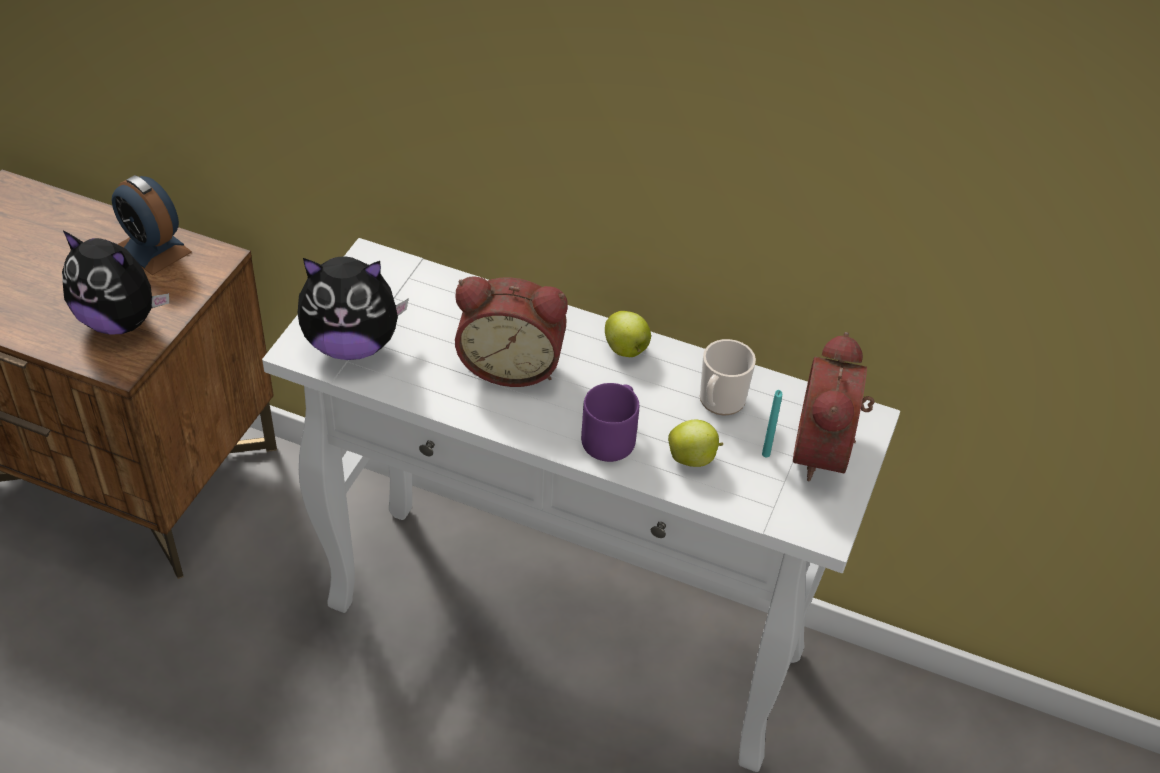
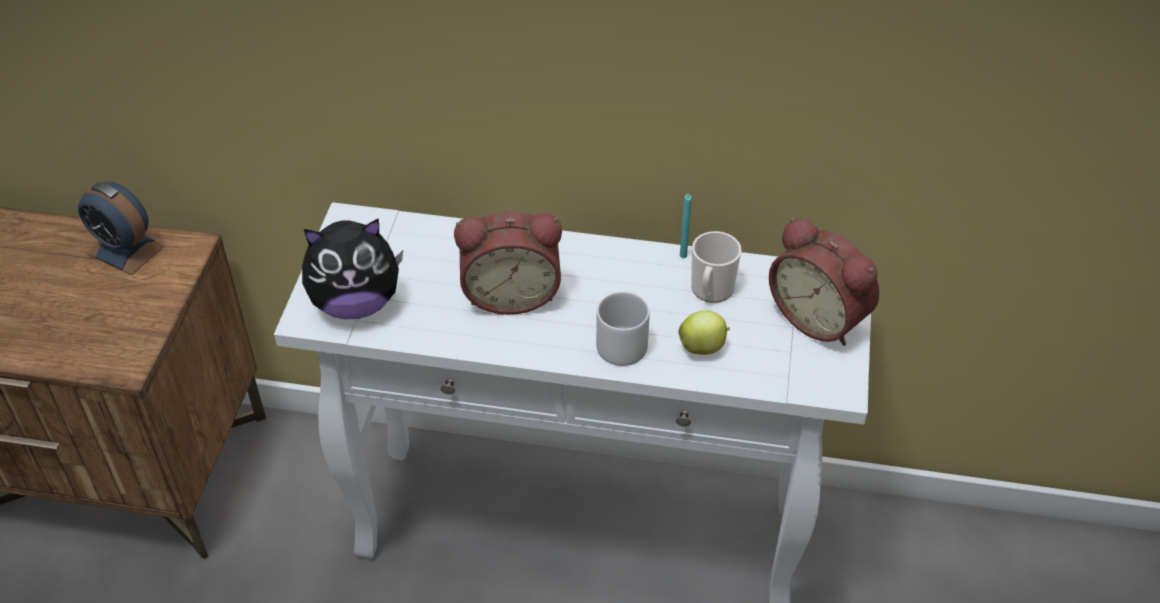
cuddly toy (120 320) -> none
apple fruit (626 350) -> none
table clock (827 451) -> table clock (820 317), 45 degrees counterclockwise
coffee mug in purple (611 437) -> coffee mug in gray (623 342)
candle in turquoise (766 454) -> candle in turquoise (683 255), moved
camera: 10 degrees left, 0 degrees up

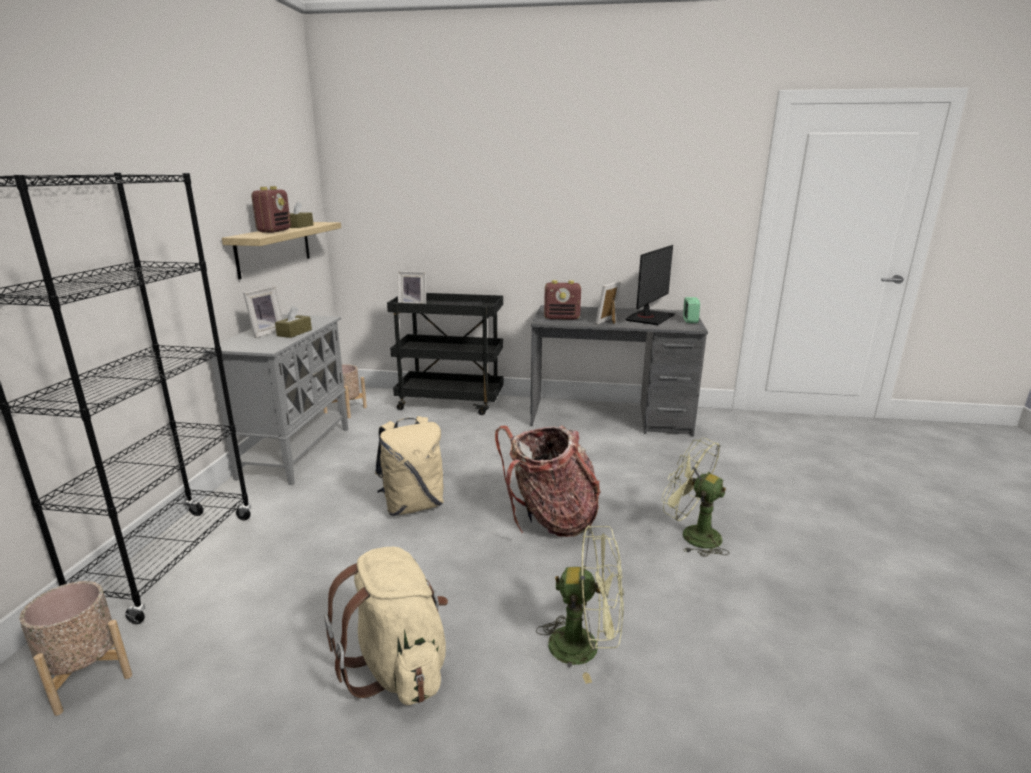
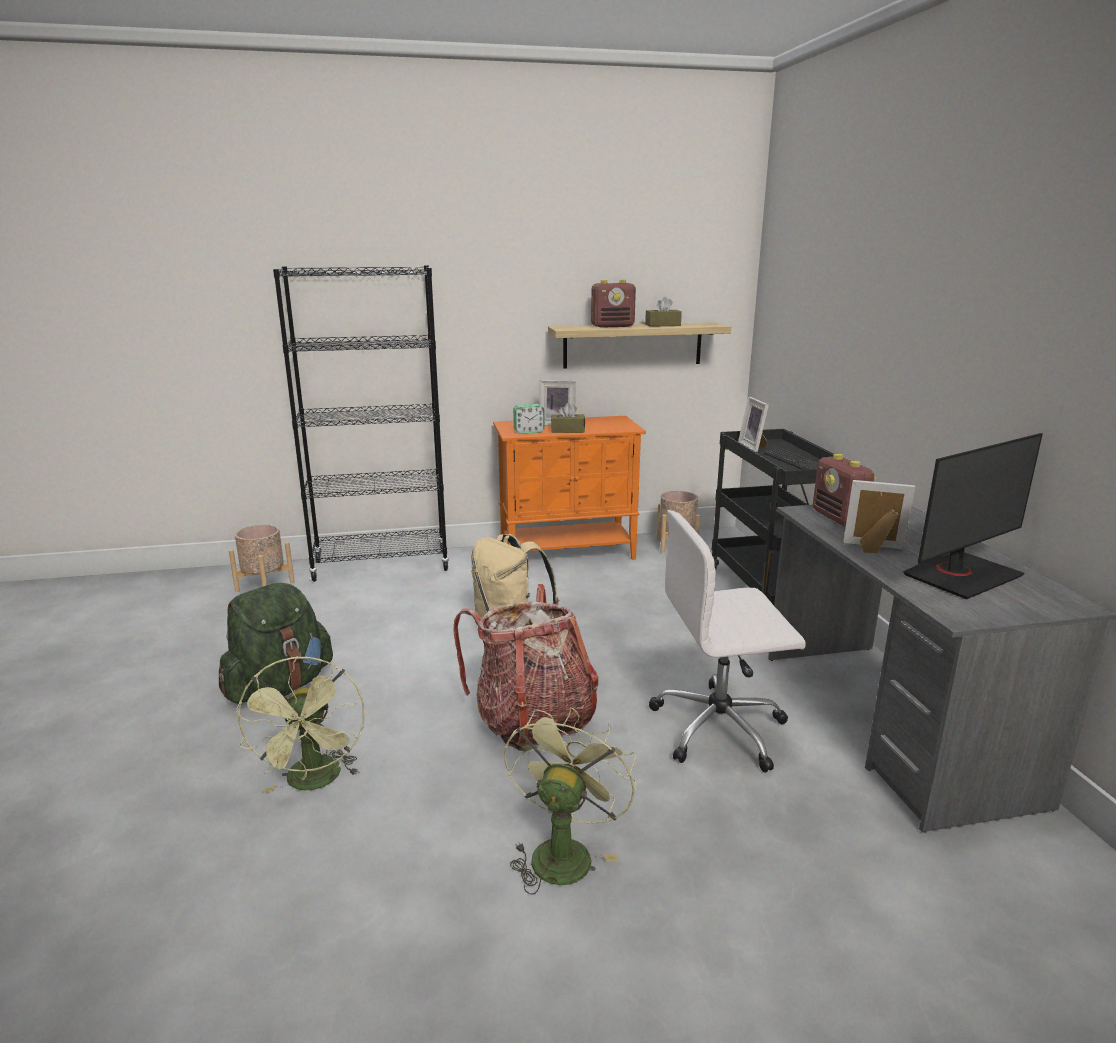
monitor (649 318) -> monitor (961 575), 45 degrees counterclockwise
table clock (690 321) -> table clock (529 431), moved
cabinet in gray (296 451) -> cabinet in orangey (568 552)
knapsack in sand-coloured (398 666) -> knapsack in green-coloured (280 687)
none -> office chair in white (720 728)
camera: 70 degrees right, 0 degrees up

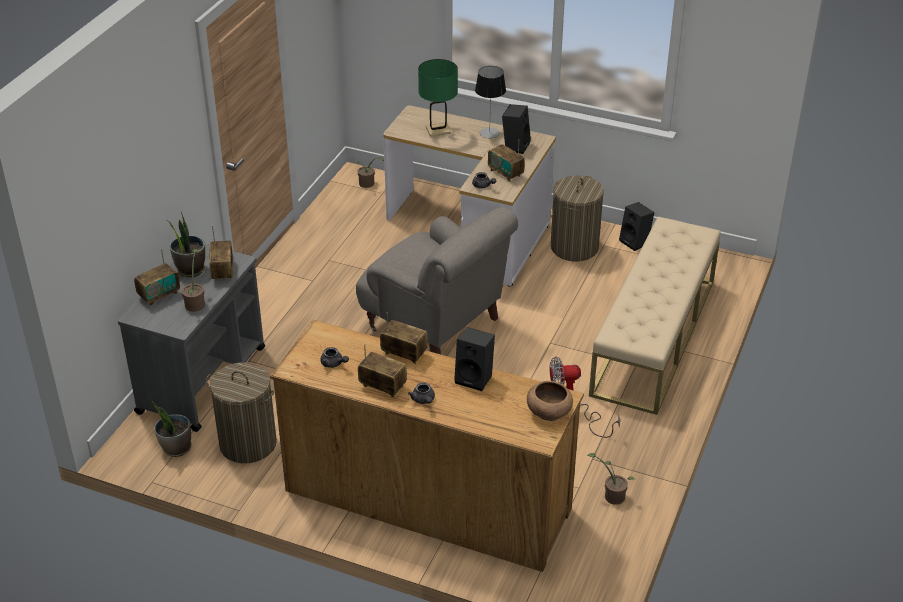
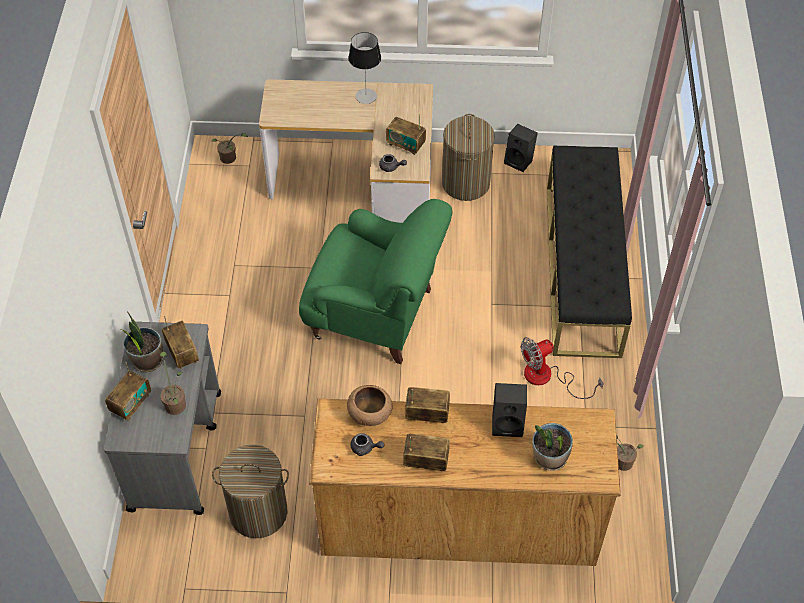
tabletop lamp in green-coloured (438 130) -> none
loudspeaker in black (515 145) -> none
easy chair in gray (436 325) -> easy chair in green-coloured (376 315)
indoor bench in sand-coloured (654 337) -> indoor bench in black (582 269)
deep dish in brown-coloured (549 411) -> deep dish in brown-coloured (370 413), moved
teapot in gray (423 400) -> none
plant in a pot (176 448) -> plant in a pot (549 458), moved
camera: 20 degrees left, 15 degrees up

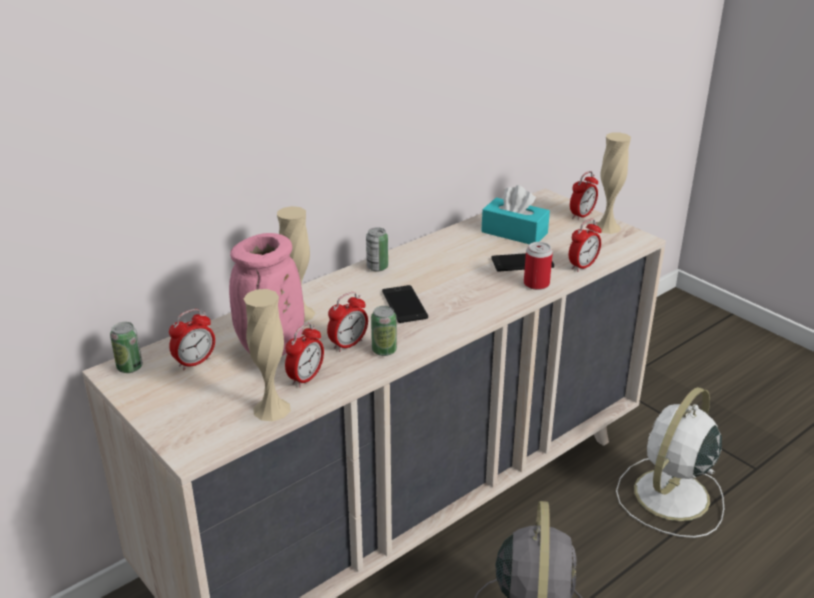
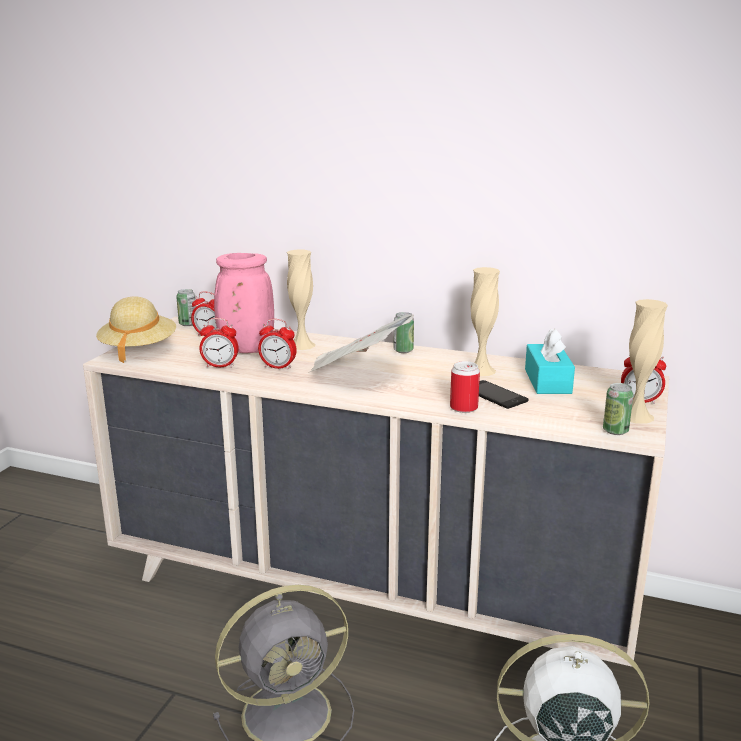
table clock (582 266) -> none
telephone (404 304) -> daily paper (358 370)
vase in sand-coloured (271 409) -> vase in sand-coloured (481 370), moved
metal can (384 350) -> metal can (615 431), moved
none -> wearable hat in sand-coloured (138 349)
camera: 60 degrees right, 10 degrees down

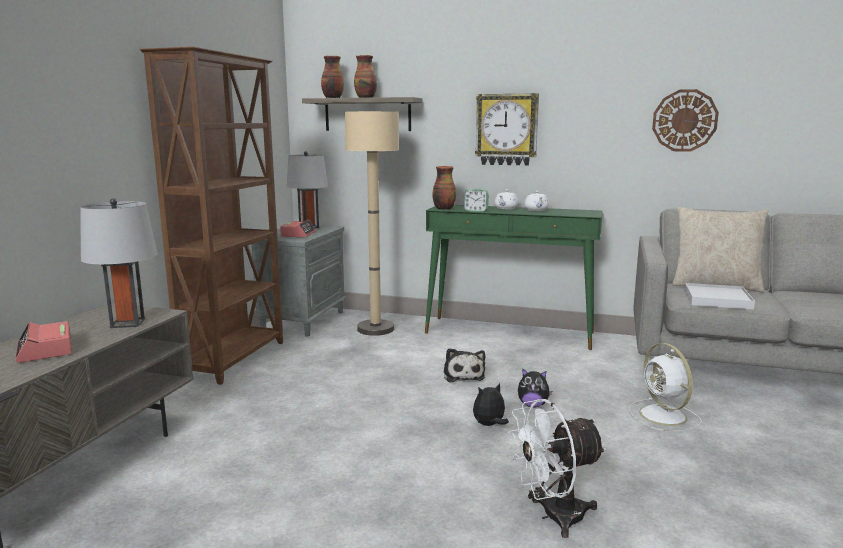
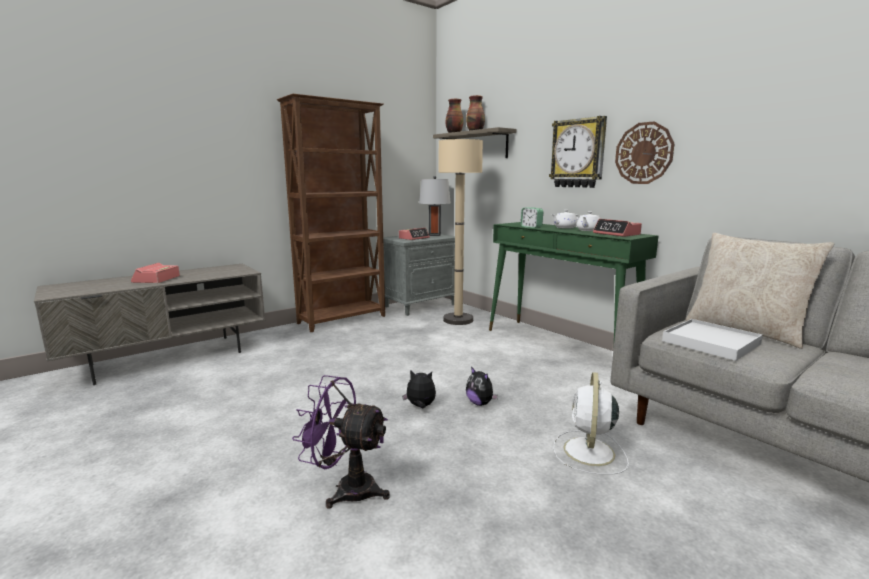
clock on the wall (684 120) -> clock on the wall (644 153), moved
vase (443 208) -> none
tabletop lamp in gray (128 323) -> none
cuddly toy (463 375) -> none
fan in white (553 516) -> fan in purple (346 489)
none -> table clock (616 234)
camera: 35 degrees right, 0 degrees up

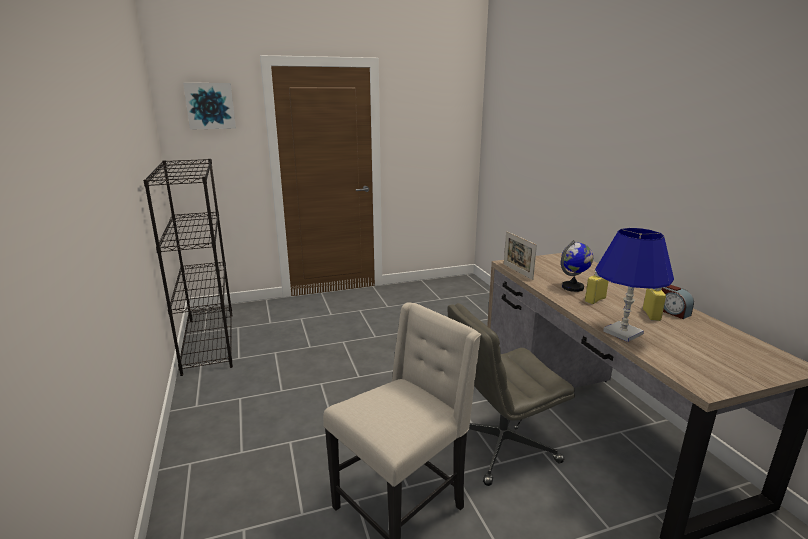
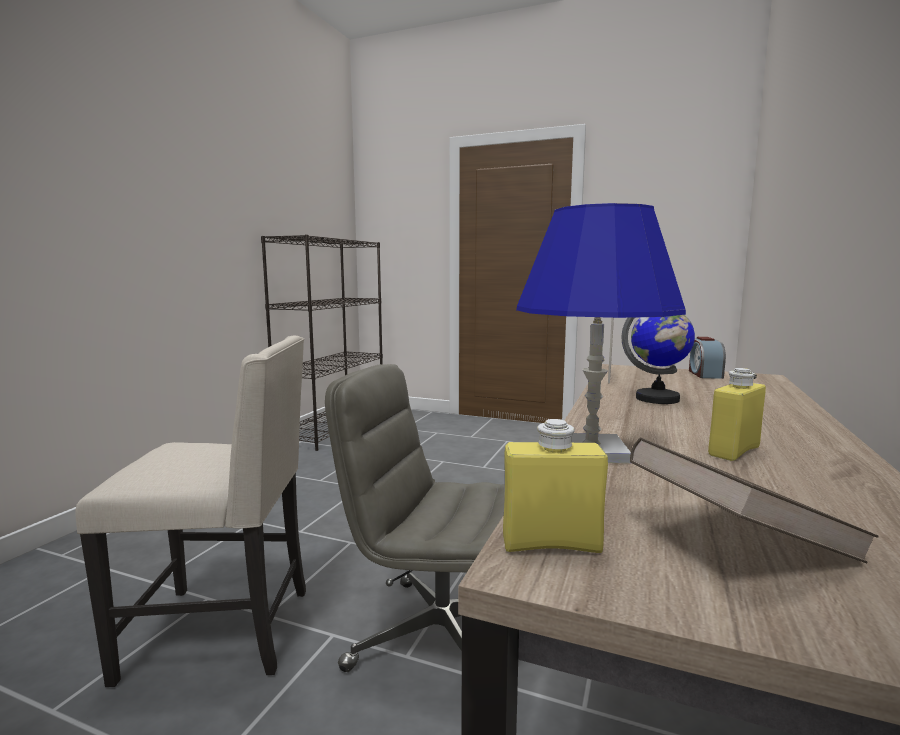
wall picture (210 106) -> none
bottle in yellowish (595 300) -> bottle in yellowish (551 544), moved
table clock (673 312) -> table clock (704 374), moved
none -> volume in brown-coloured (739 541)
camera: 40 degrees right, 10 degrees down

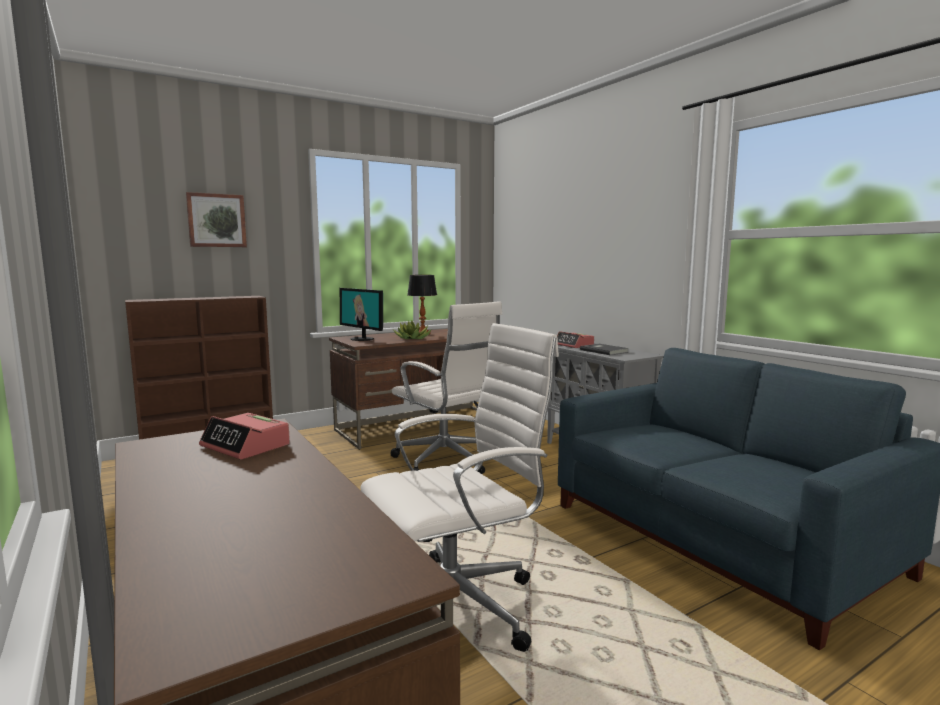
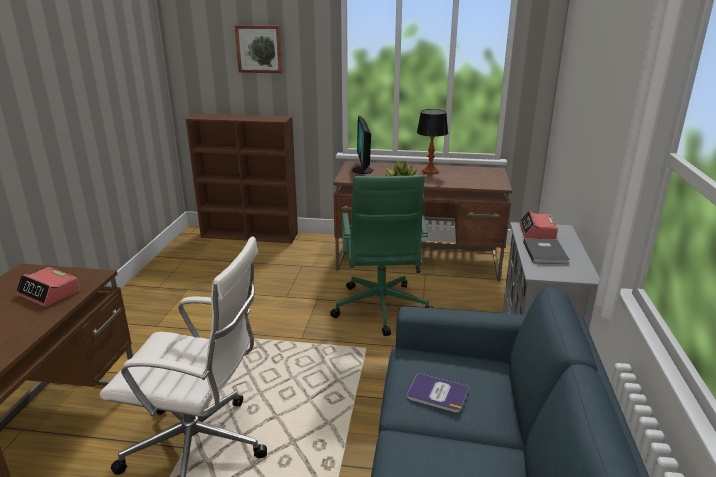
office chair in white (446 461) -> office chair in green-coloured (380 309)
table clock (246 446) -> table clock (49 293), 45 degrees counterclockwise
none -> volume (437 393)
camera: 40 degrees right, 15 degrees up

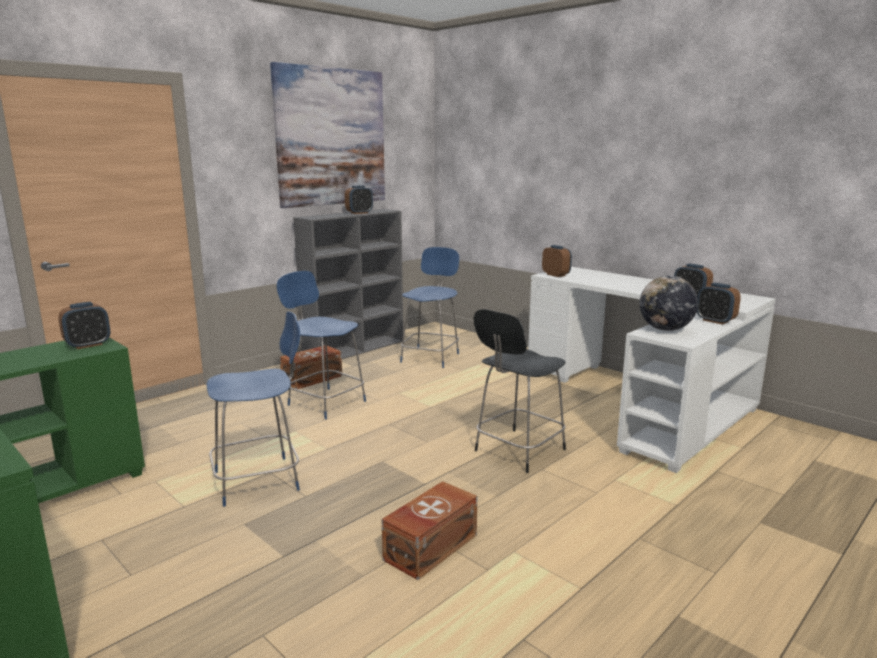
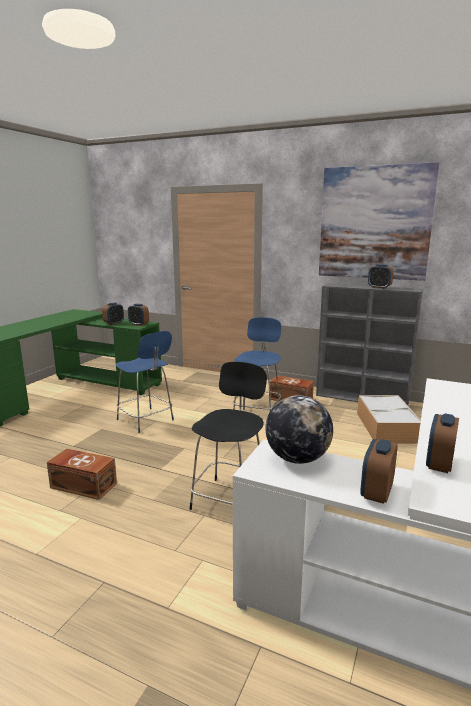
table clock (556 275) -> table clock (114 323), moved
plain chair in bluish (431 357) -> storage bin (387 427)
plain chair in black (517 451) -> plain chair in black (229 499), 90 degrees clockwise
camera: 70 degrees right, 0 degrees up

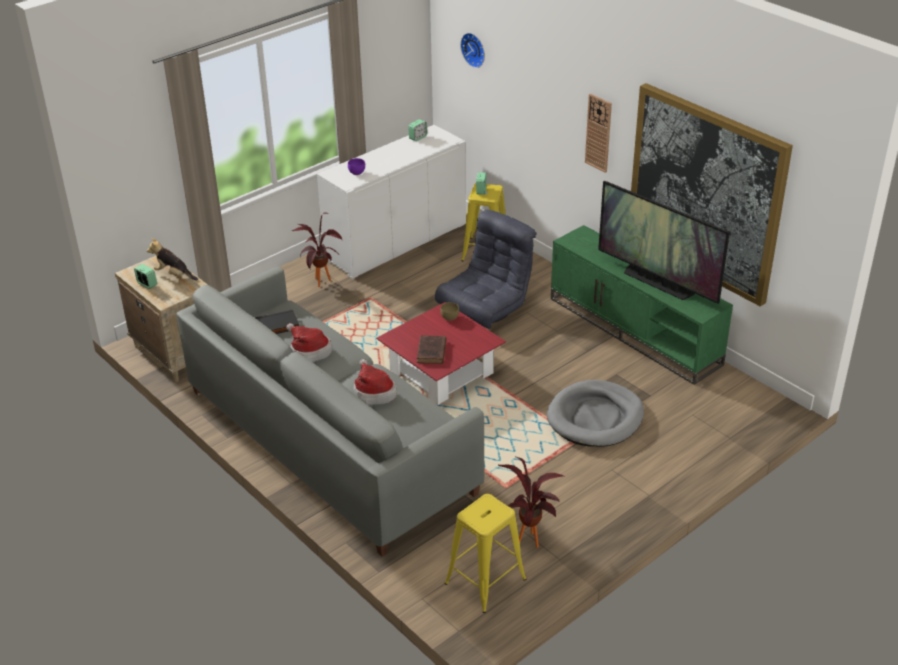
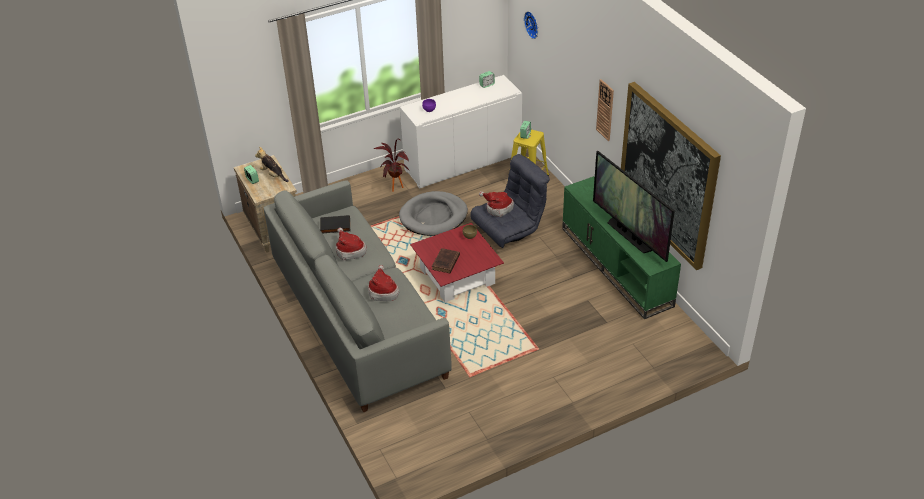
pet bed in gray (595 417) -> pet bed in gray (433 216), moved
plant in a pot (529 536) -> none
sitting stool in yellowish (485 581) -> none
none -> wearable hat (497 208)
camera: 15 degrees right, 5 degrees up

